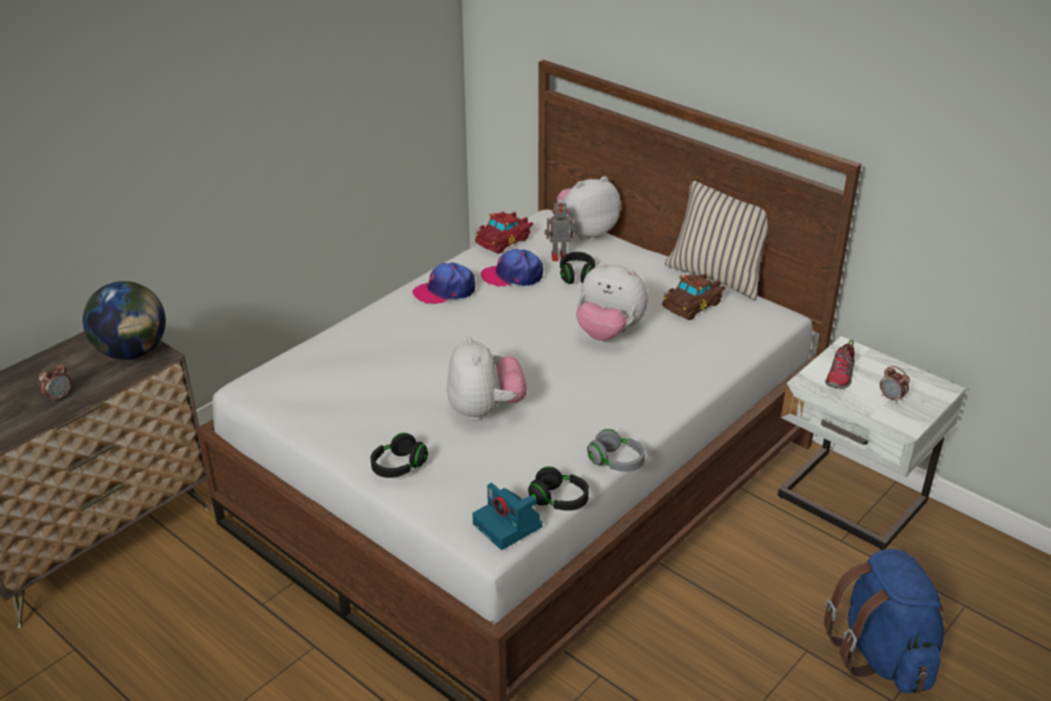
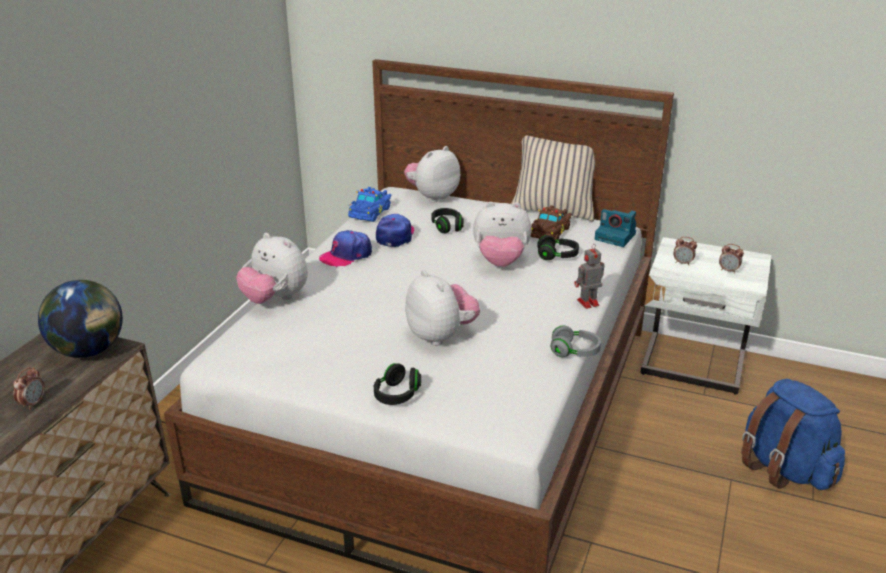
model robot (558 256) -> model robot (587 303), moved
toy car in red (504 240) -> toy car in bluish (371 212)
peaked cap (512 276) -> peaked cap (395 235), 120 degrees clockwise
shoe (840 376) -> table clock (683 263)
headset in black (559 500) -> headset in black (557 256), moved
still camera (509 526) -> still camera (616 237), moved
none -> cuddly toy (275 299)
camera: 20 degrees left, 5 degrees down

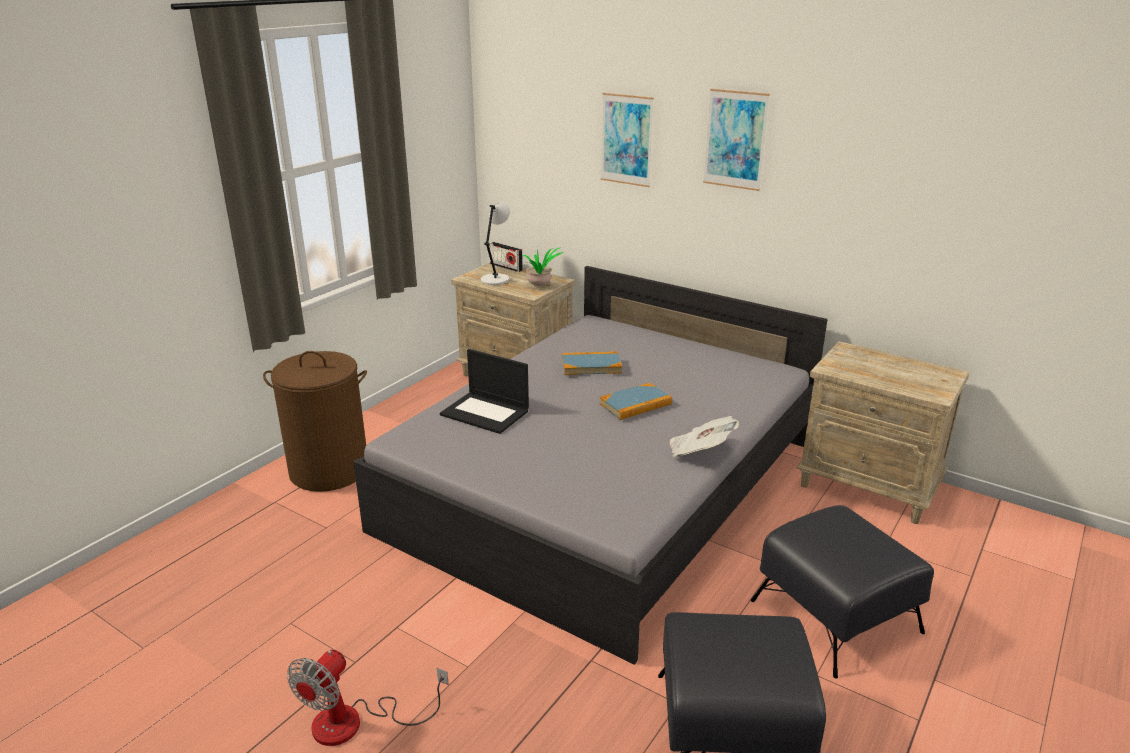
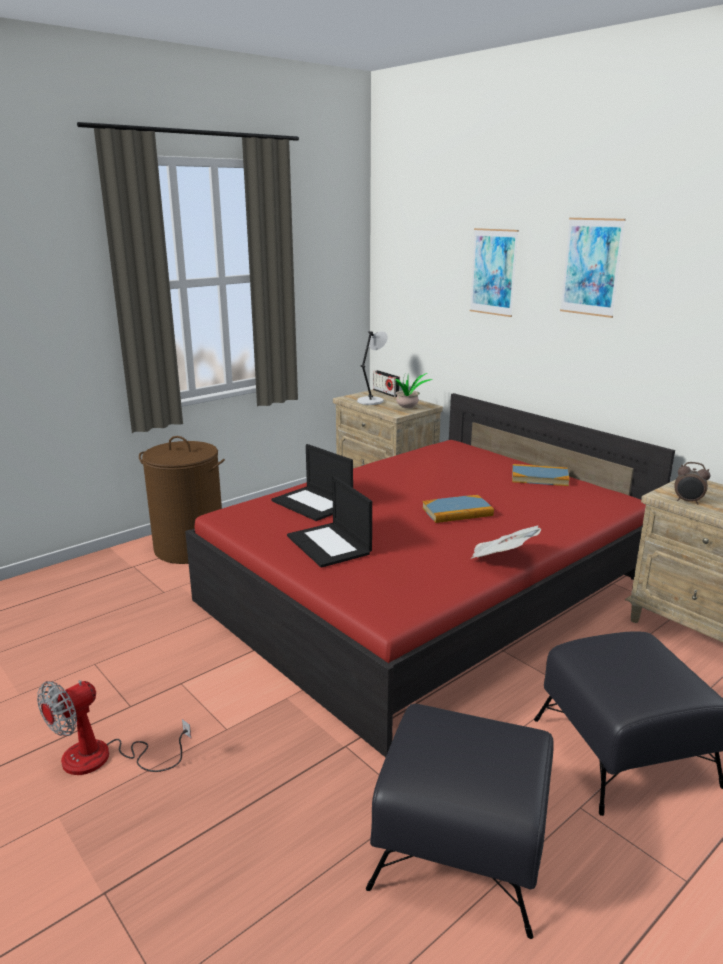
bed in gray (603 485) -> bed in red (426 592)
volume (591 366) -> volume (539 477), moved
none -> table clock (688 501)
none -> laptop (330 545)
camera: 15 degrees right, 5 degrees down

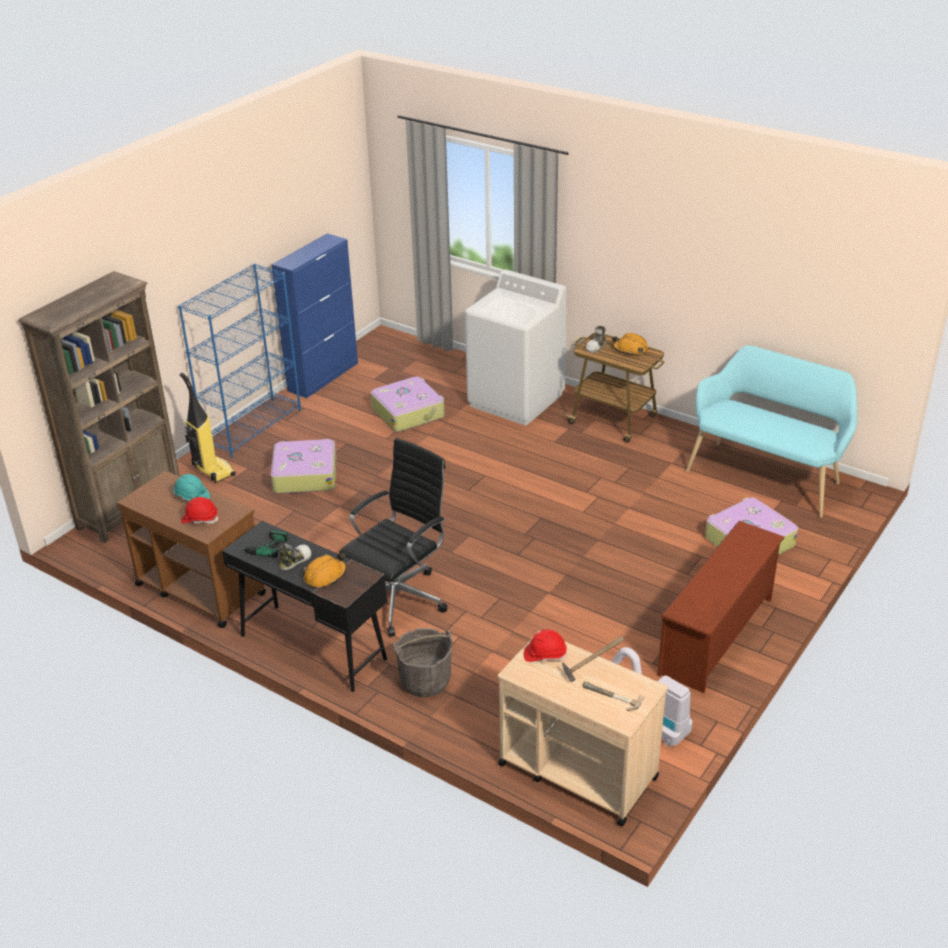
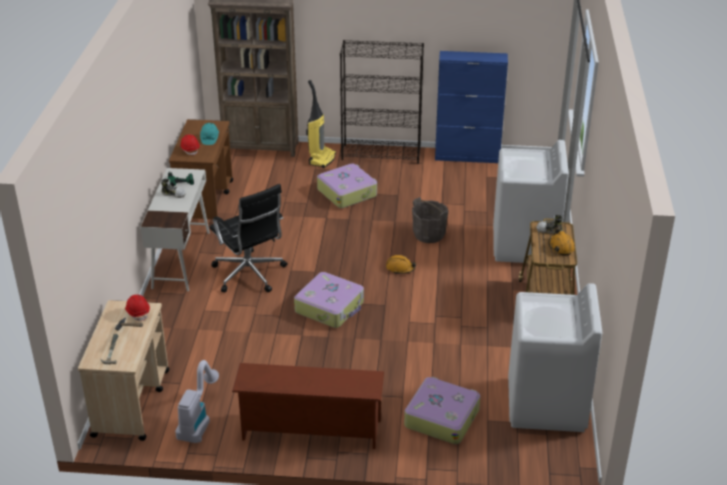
bookcase in bluish (253 427) -> bookcase in black (381 154)
indoor bench in turquoise (767 475) -> laundry appliance in white (546 405)
piece of luggage (408 412) -> piece of luggage (330 307), moved
office chair in black (399 598) -> office chair in black (250 275), 45 degrees clockwise
desk unit in black (312 646) -> desk unit in white (181 259)
hard hat in orangey (325 576) -> hard hat in orangey (400 268), moved
pail in gray (425 680) -> pail in gray (429 234), moved
camera: 60 degrees right, 0 degrees up

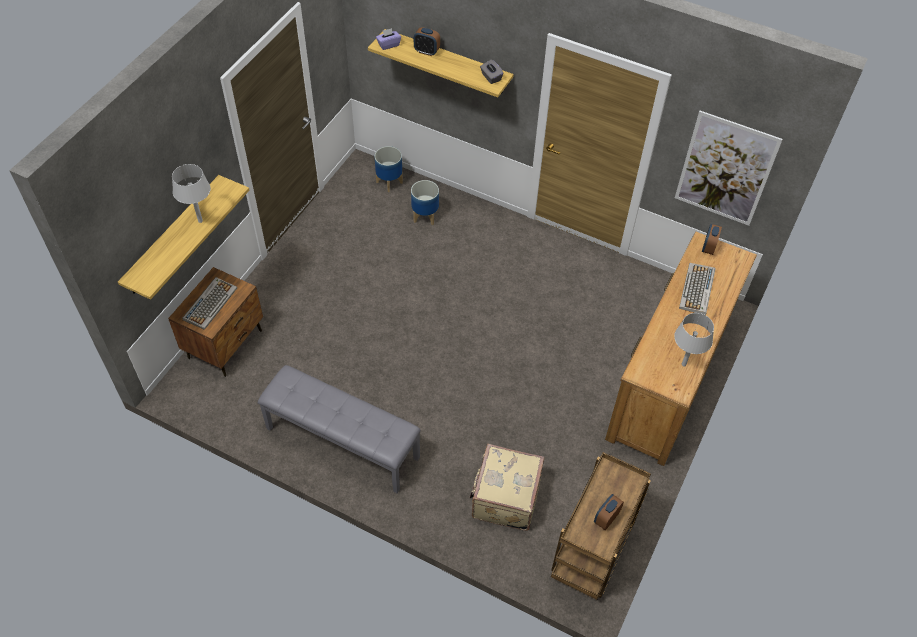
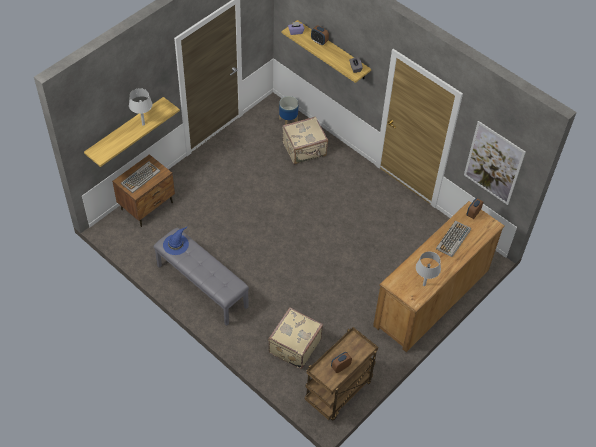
flower pot (425 216) -> piece of luggage in sand-coloured (305 150)
none -> wearable hat in bluish (176 244)
camera: 15 degrees right, 0 degrees up

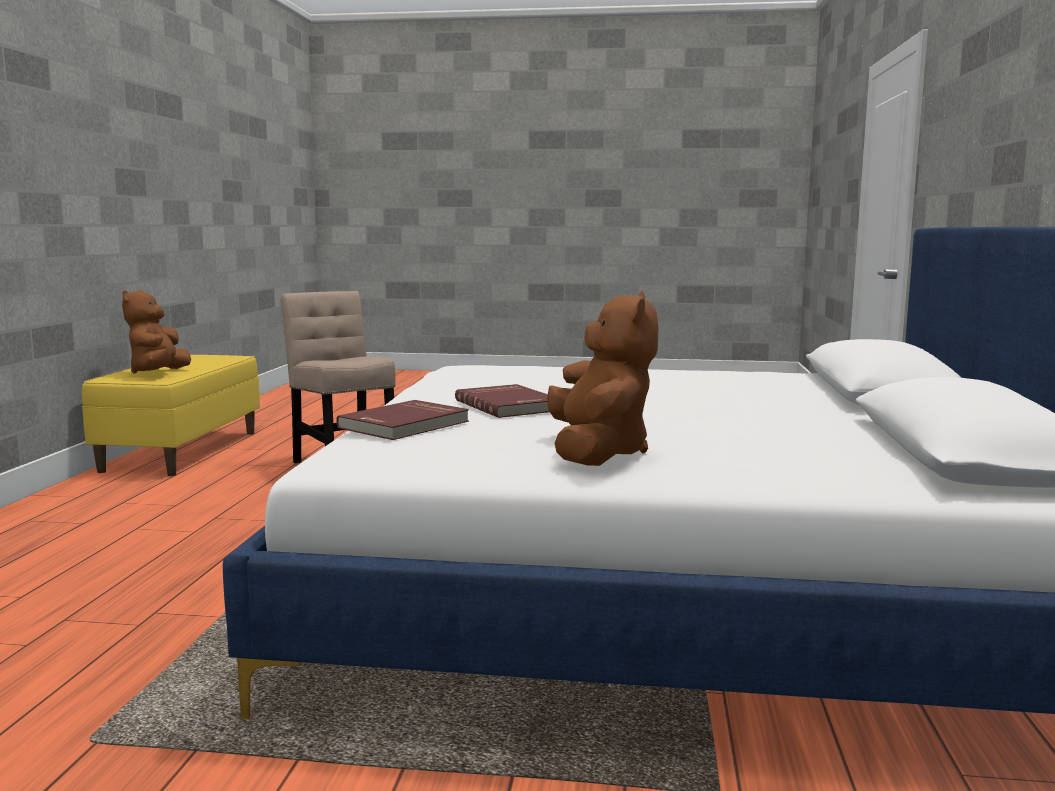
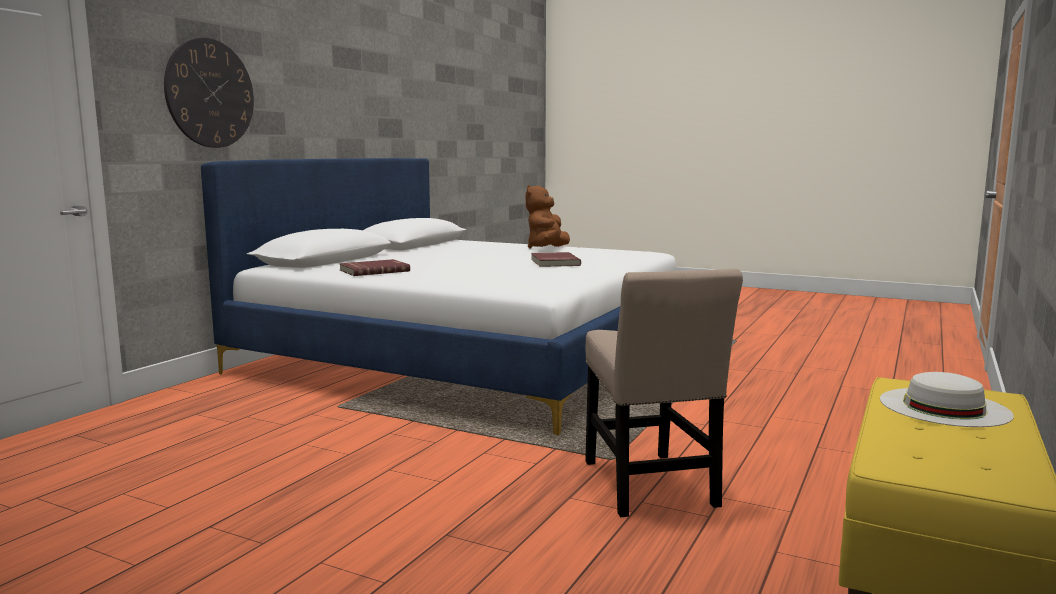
cuddly toy in brown-coloured (158 373) -> wearable hat in white (944 407)
volume in red (405 425) -> volume in red (374 270), moved
none -> clock on the wall (210 93)
camera: 160 degrees left, 0 degrees up

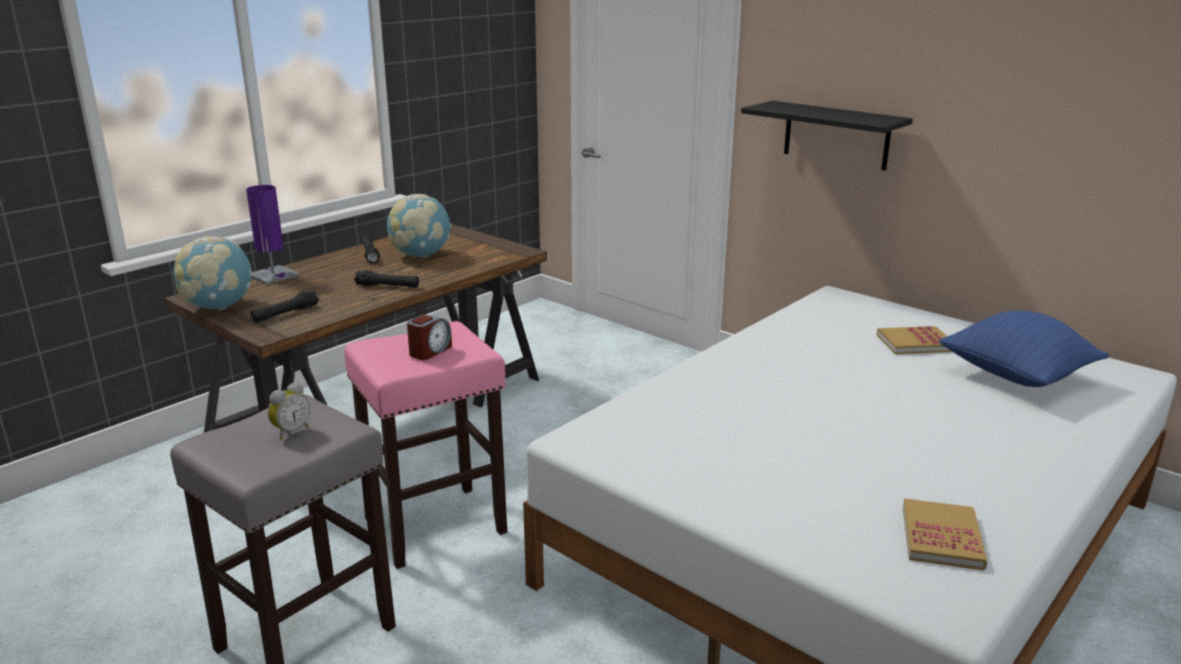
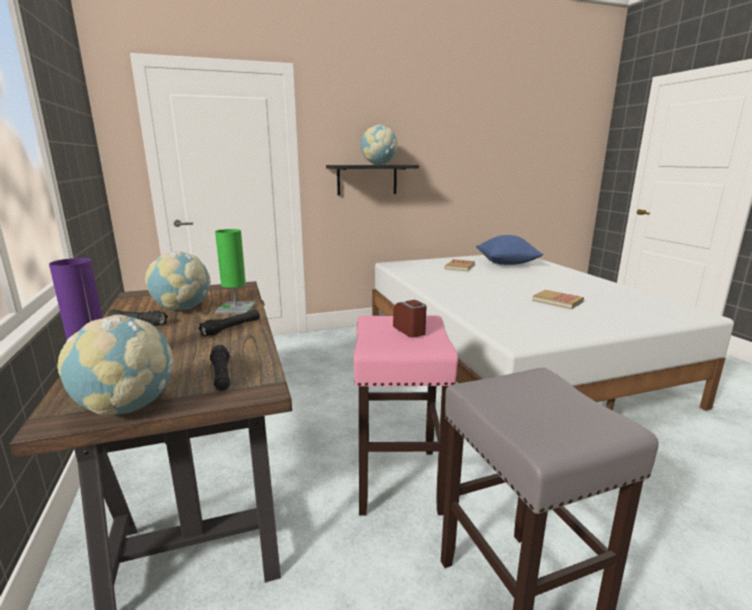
table clock (290 431) -> none
volume (941 537) -> volume (557 301), moved
none -> globe (379 164)
none -> tabletop lamp in green-coloured (236 308)
camera: 60 degrees left, 5 degrees down

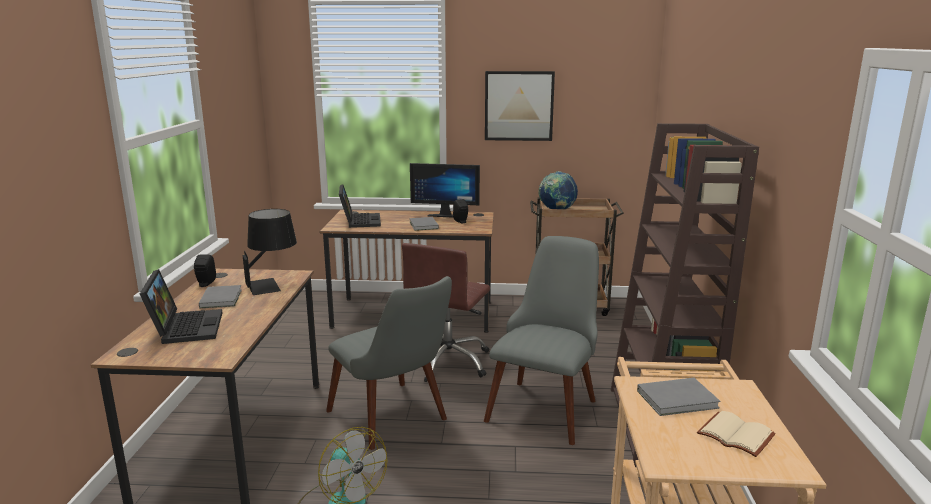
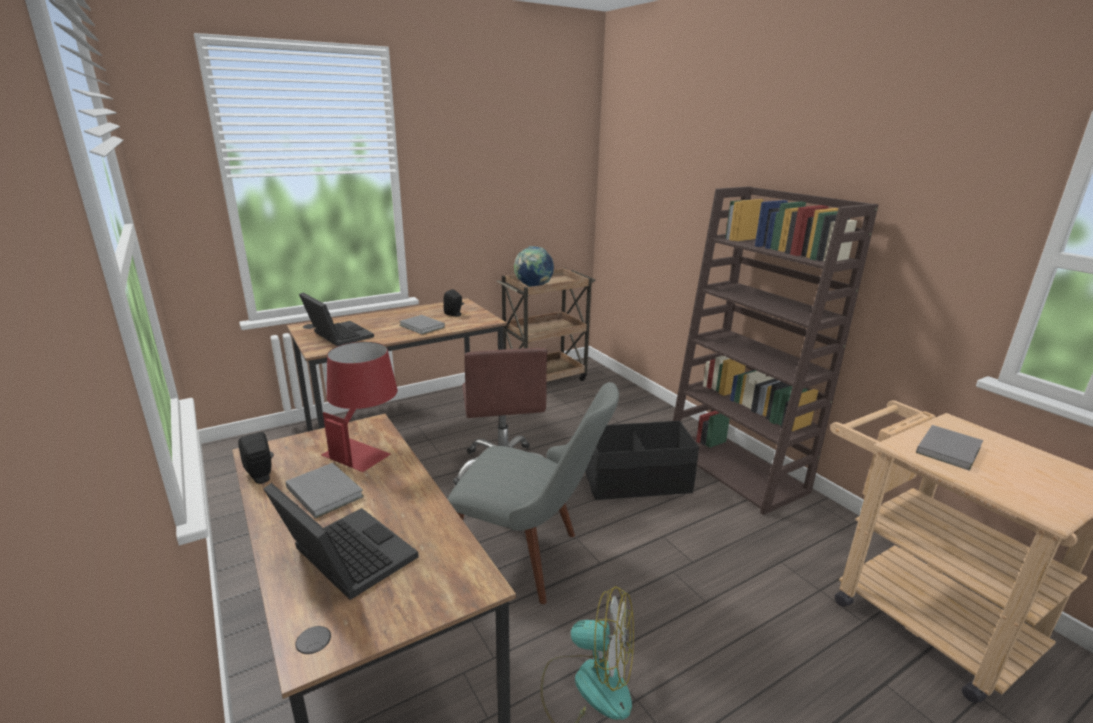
wall picture (519 106) -> none
monitor (446 215) -> none
tabletop lamp in black (272 284) -> tabletop lamp in red (365 448)
plain chair in gray (547 403) -> storage bin in black (637 482)
volume in sand-coloured (737 435) -> none
camera: 35 degrees left, 5 degrees up

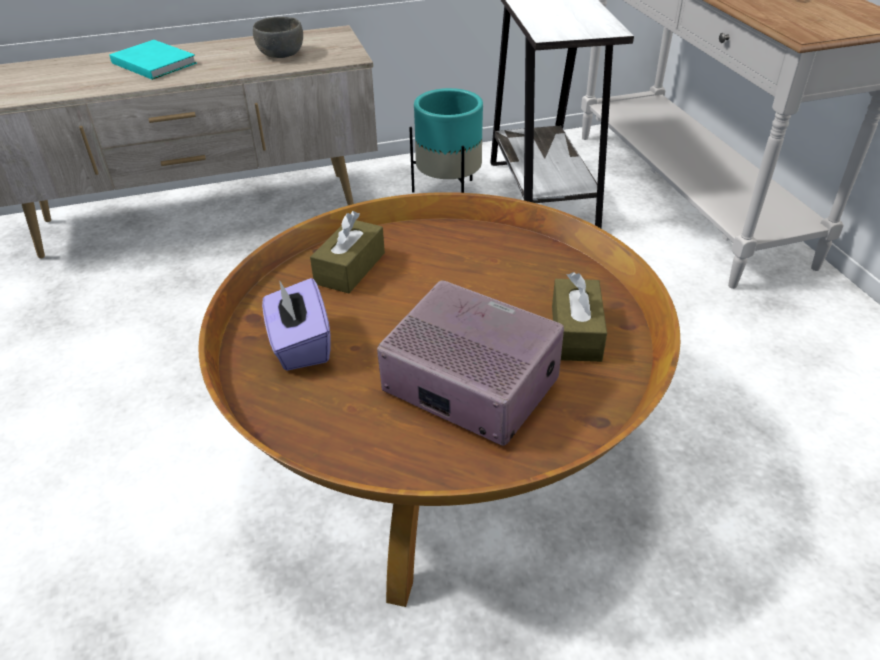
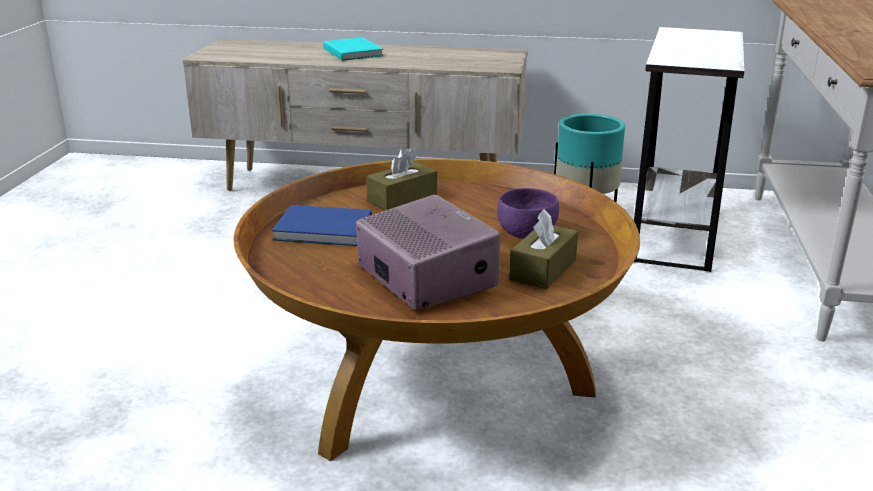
deep dish in gray (281 54) -> none
tissue box in purple (300 345) -> volume in bluish (325 230)
none -> deep dish in purple (526 233)
camera: 25 degrees right, 15 degrees down

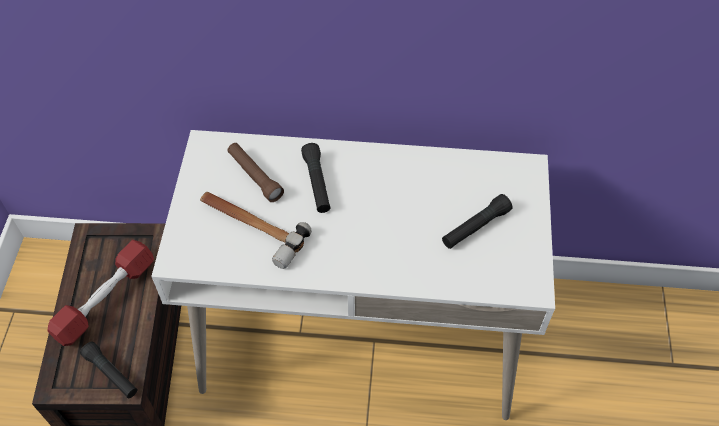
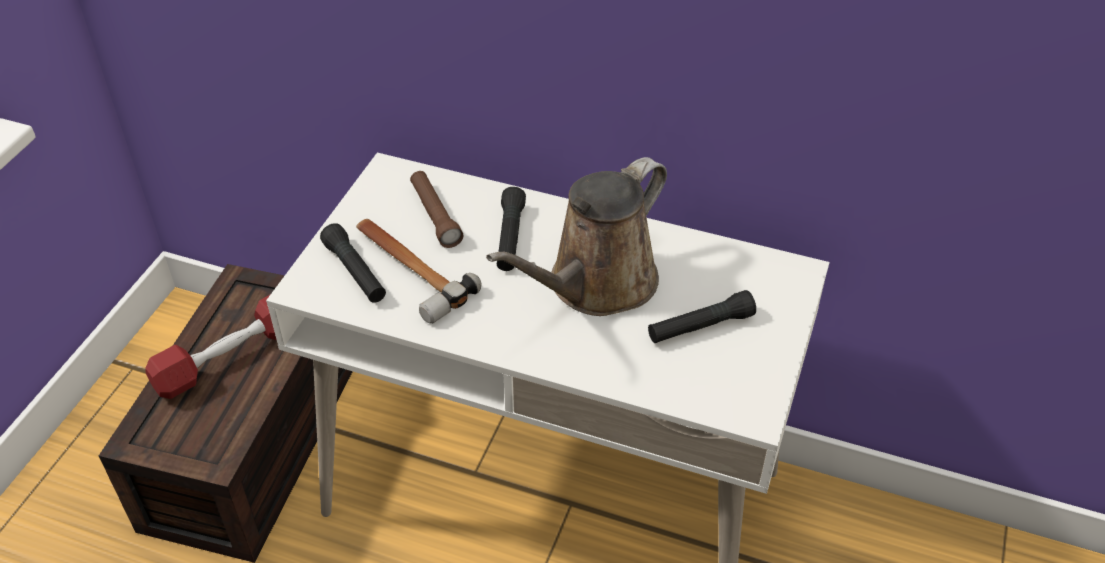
flashlight in black (111 374) -> flashlight in black (355 272), moved
none -> watering can in brown-coloured (595 285)
camera: 15 degrees right, 10 degrees down

